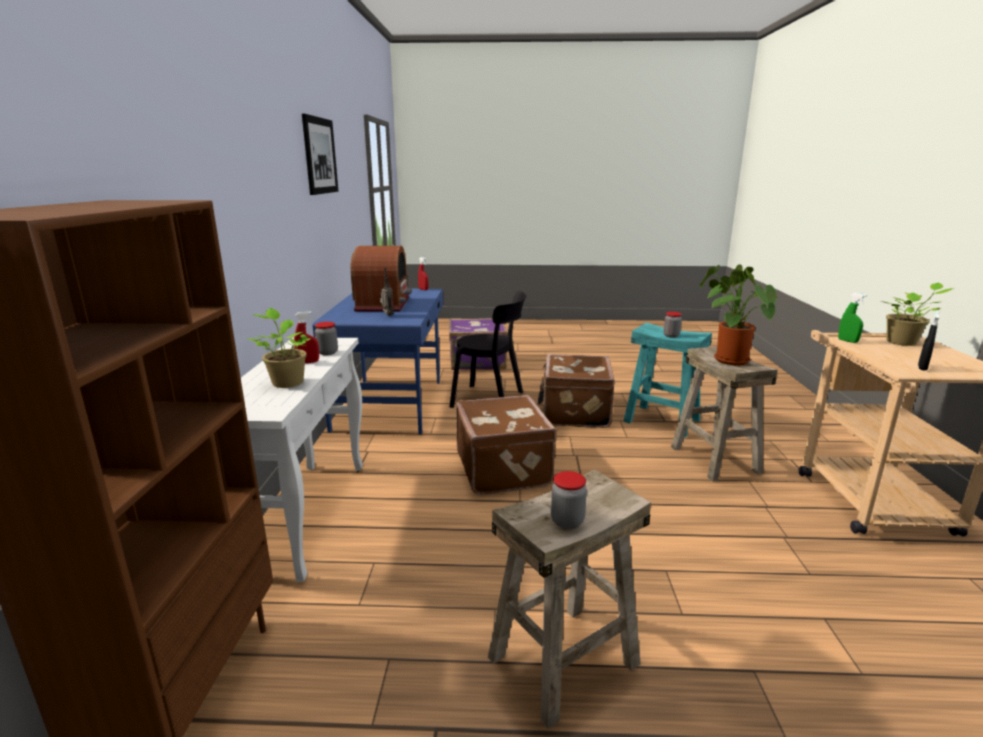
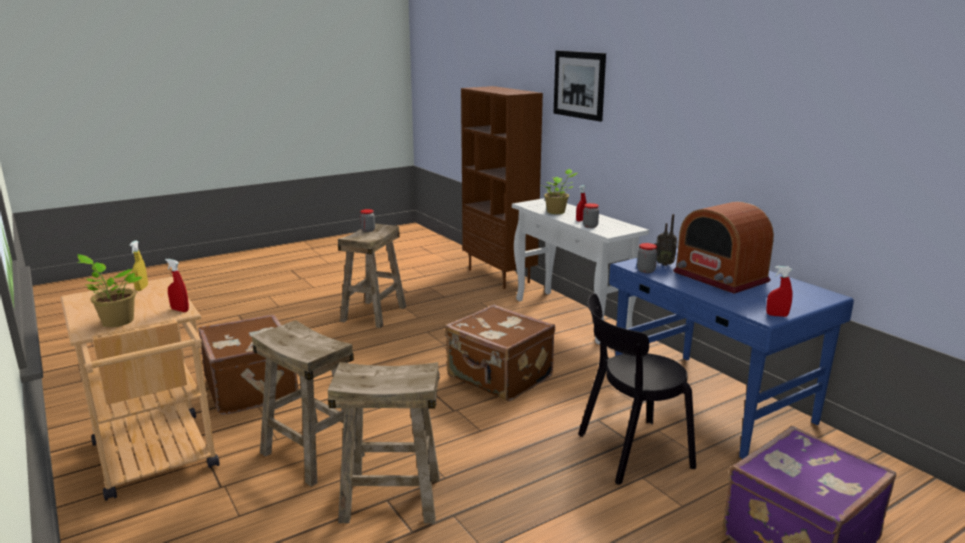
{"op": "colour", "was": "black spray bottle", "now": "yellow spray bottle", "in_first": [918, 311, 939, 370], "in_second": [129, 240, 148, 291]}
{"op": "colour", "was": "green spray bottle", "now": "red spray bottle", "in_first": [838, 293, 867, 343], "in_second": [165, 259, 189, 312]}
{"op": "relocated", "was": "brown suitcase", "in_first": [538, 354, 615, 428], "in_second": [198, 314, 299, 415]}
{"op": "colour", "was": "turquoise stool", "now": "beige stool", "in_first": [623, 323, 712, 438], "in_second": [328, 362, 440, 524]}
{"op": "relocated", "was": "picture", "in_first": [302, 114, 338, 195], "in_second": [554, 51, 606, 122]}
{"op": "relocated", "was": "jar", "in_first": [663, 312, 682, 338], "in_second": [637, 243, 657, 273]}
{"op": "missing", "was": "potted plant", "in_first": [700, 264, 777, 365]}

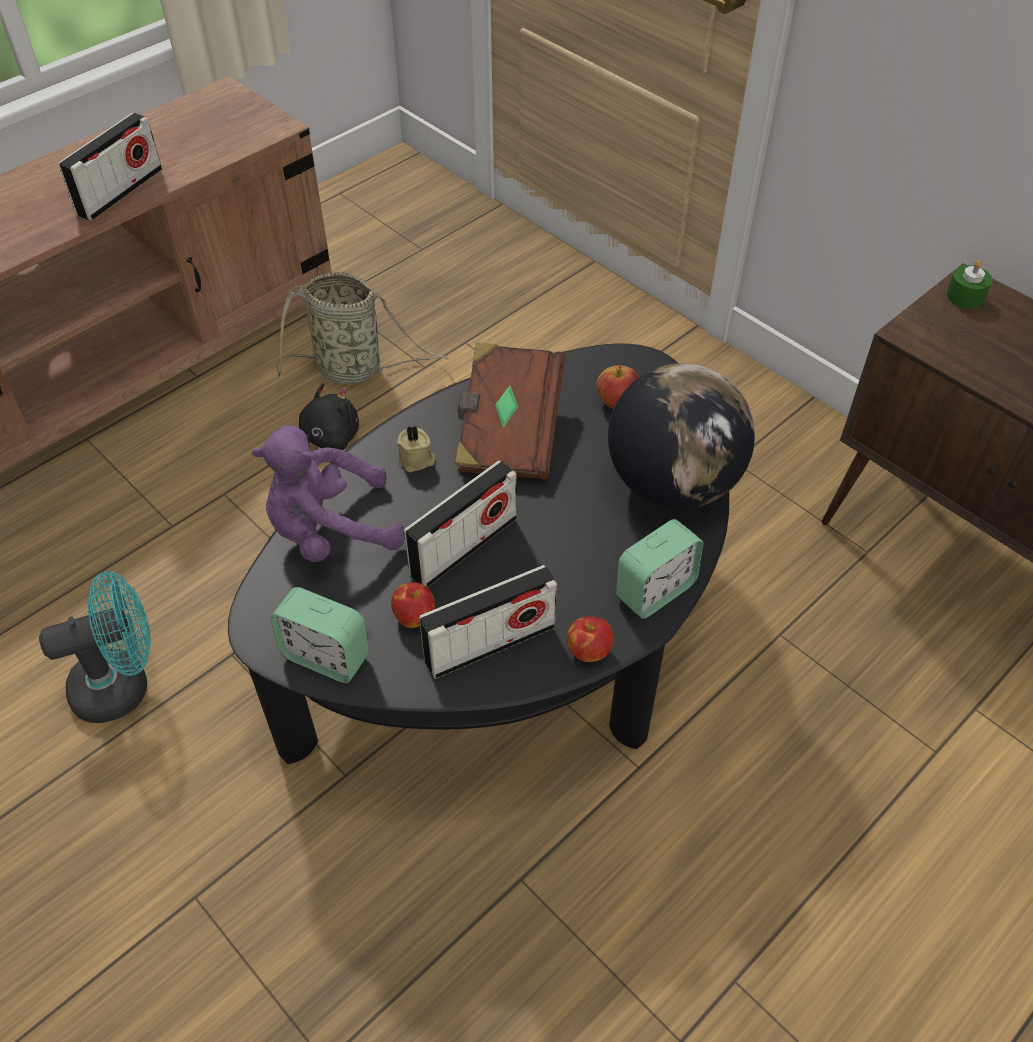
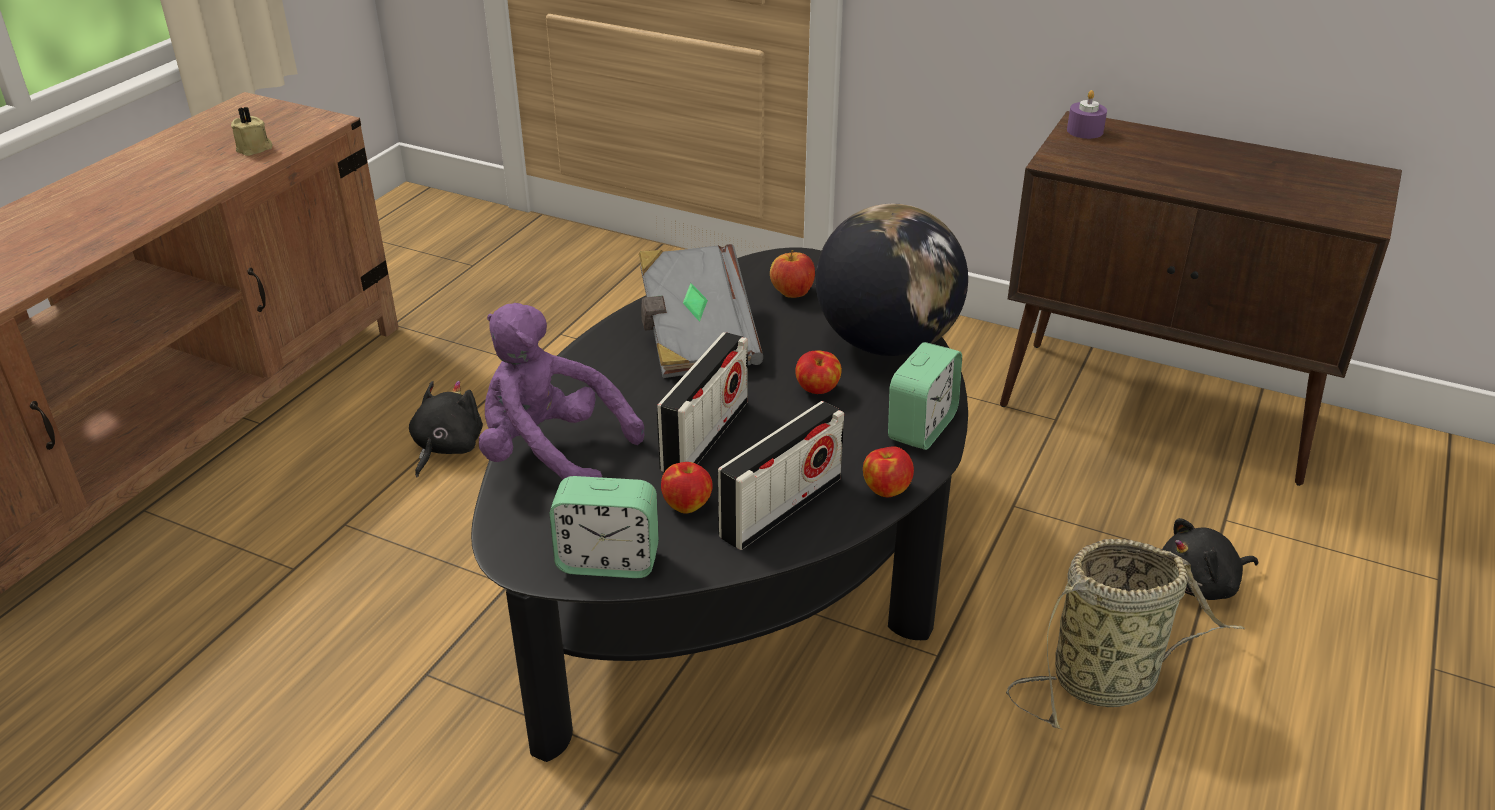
{"op": "relocated", "was": "beige candle", "in_first": [397, 425, 435, 472], "in_second": [231, 107, 273, 156]}
{"op": "spun", "was": "purple plush toy", "in_first": [252, 426, 405, 562], "in_second": [479, 303, 644, 480], "clockwise": 60}
{"op": "colour", "was": "brown book", "now": "grey book", "in_first": [454, 342, 565, 480], "in_second": [639, 244, 763, 378]}
{"op": "appeared", "now": "apple", "in_second": [795, 350, 842, 394]}
{"op": "relocated", "was": "basket", "in_first": [277, 272, 449, 384], "in_second": [1006, 539, 1245, 729]}
{"op": "colour", "was": "green candle", "now": "purple candle", "in_first": [946, 260, 993, 309], "in_second": [1067, 90, 1107, 139]}
{"op": "appeared", "now": "black plush toy", "in_second": [1162, 518, 1259, 600]}
{"op": "missing", "was": "turquoise fan", "in_first": [39, 571, 151, 723]}
{"op": "missing", "was": "radio", "in_first": [58, 113, 162, 221]}

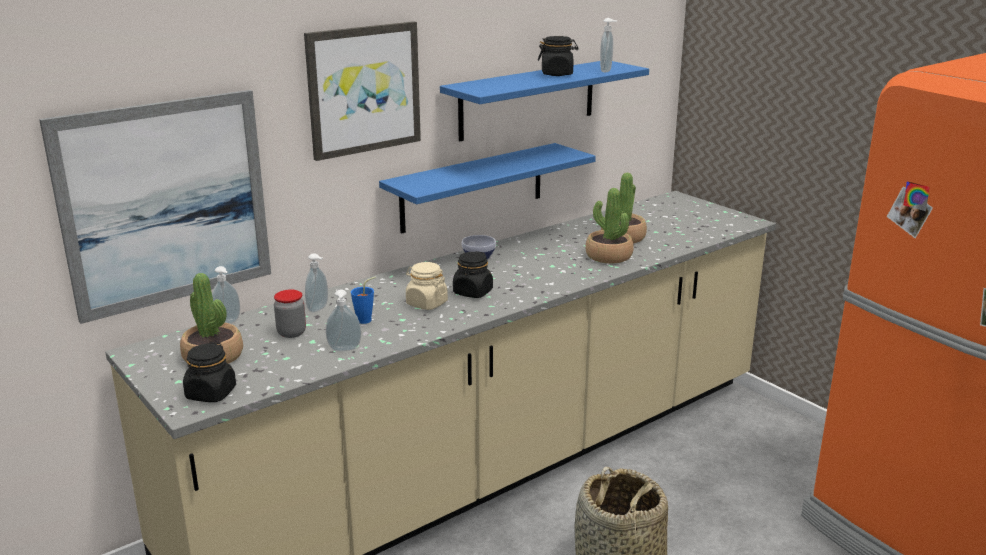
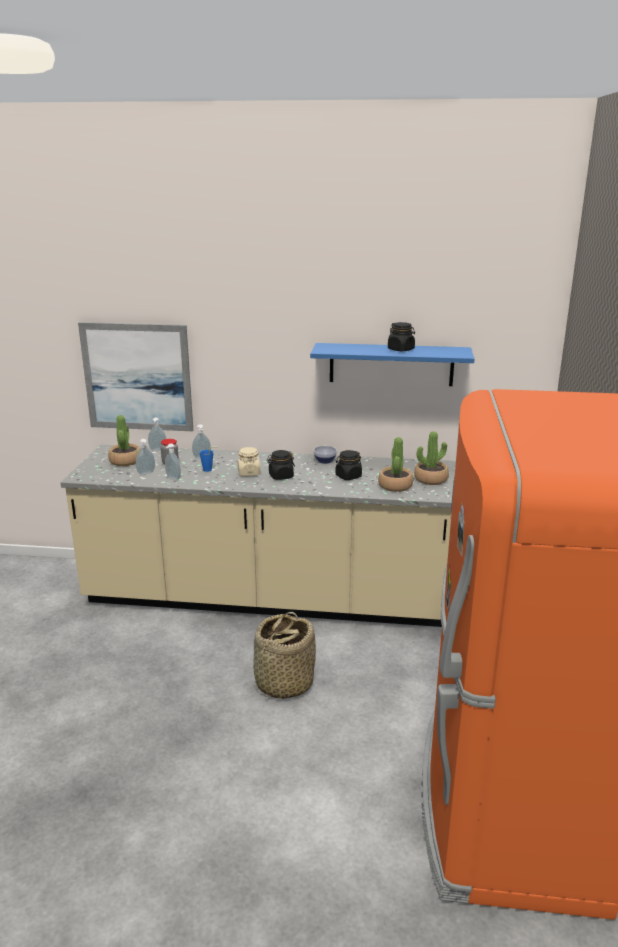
{"op": "relocated", "was": "soap dispenser", "in_first": [600, 18, 618, 72], "in_second": [136, 439, 155, 475]}
{"op": "relocated", "was": "black jar", "in_first": [183, 342, 236, 402], "in_second": [335, 450, 362, 480]}
{"op": "missing", "was": "picture", "in_first": [304, 21, 421, 161]}
{"op": "missing", "was": "blue shelf", "in_first": [379, 143, 596, 234]}

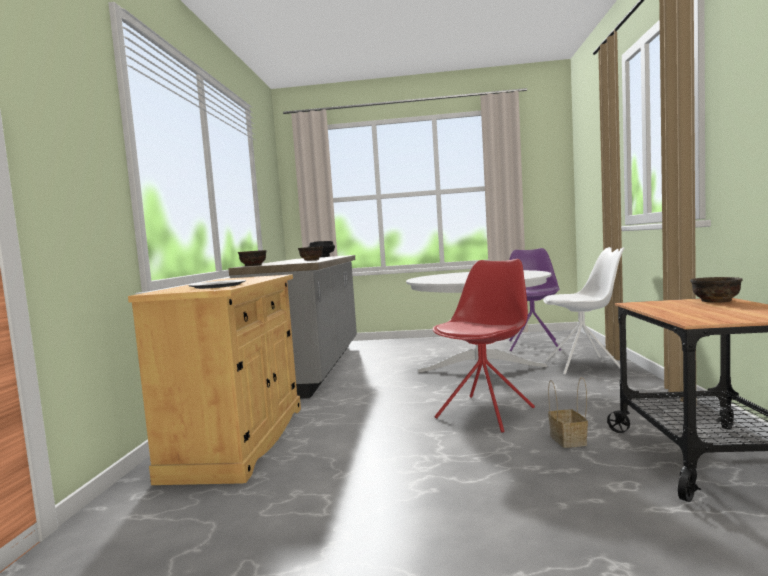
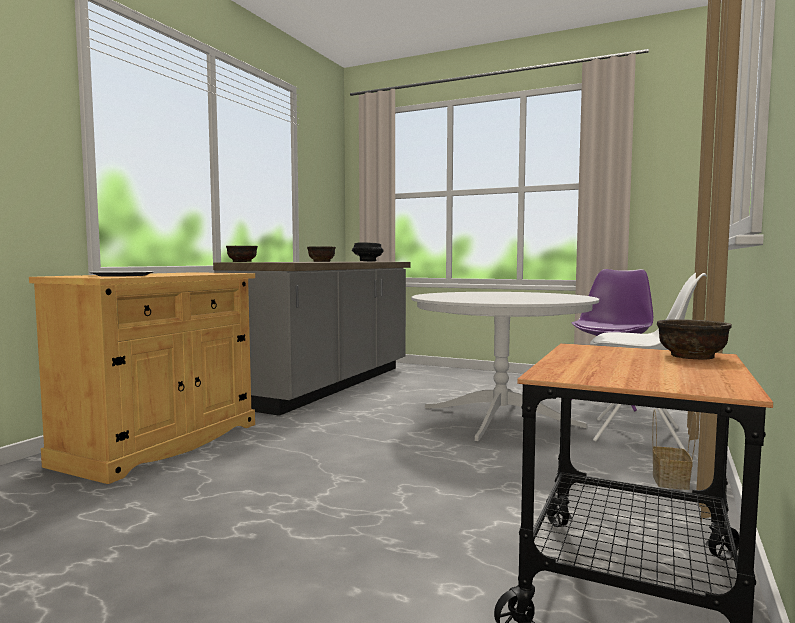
{"op": "relocated", "was": "basket", "in_first": [548, 377, 588, 448], "in_second": [652, 409, 697, 490]}
{"op": "missing", "was": "red chair", "in_first": [433, 259, 535, 433]}

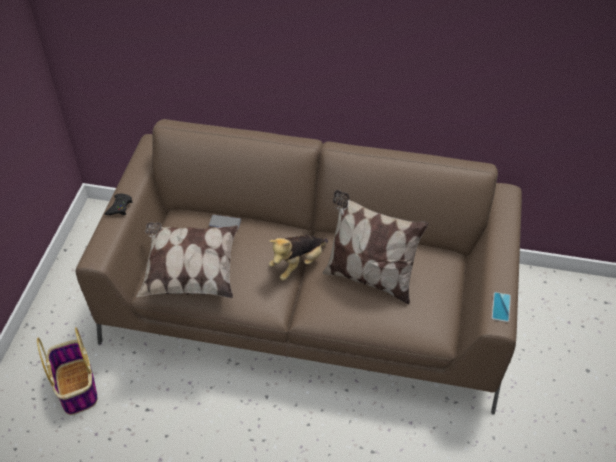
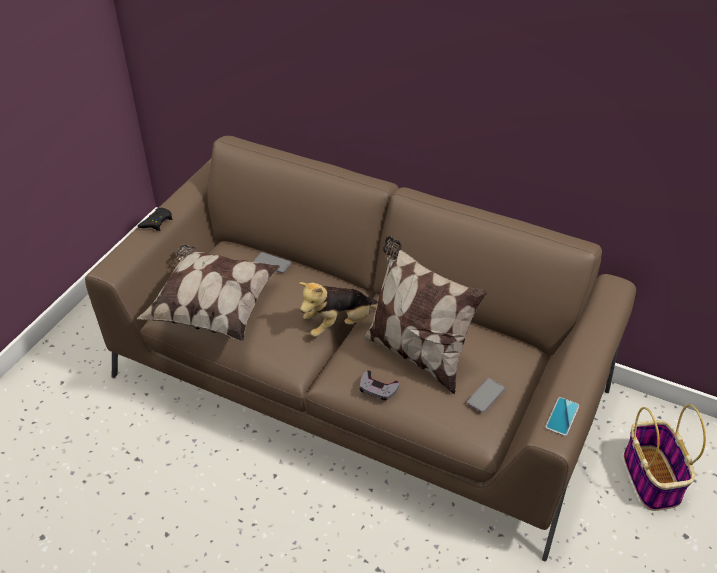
{"op": "appeared", "now": "grey game controller", "in_second": [359, 370, 399, 401]}
{"op": "appeared", "now": "phone", "in_second": [467, 378, 505, 412]}
{"op": "relocated", "was": "basket", "in_first": [37, 327, 98, 415], "in_second": [624, 404, 706, 511]}

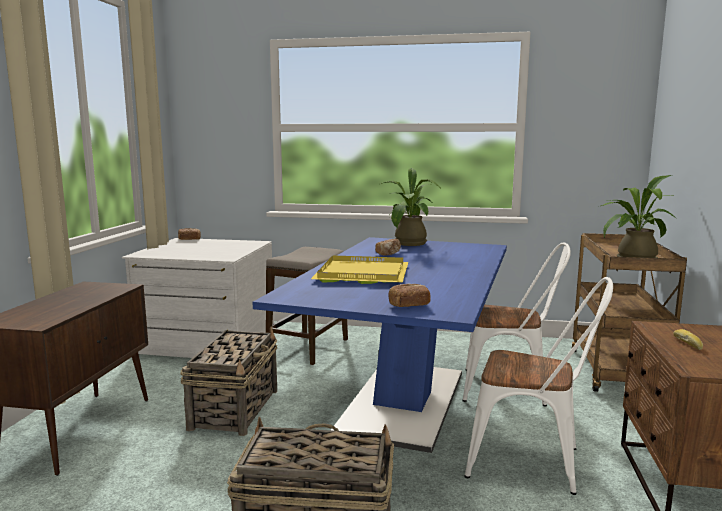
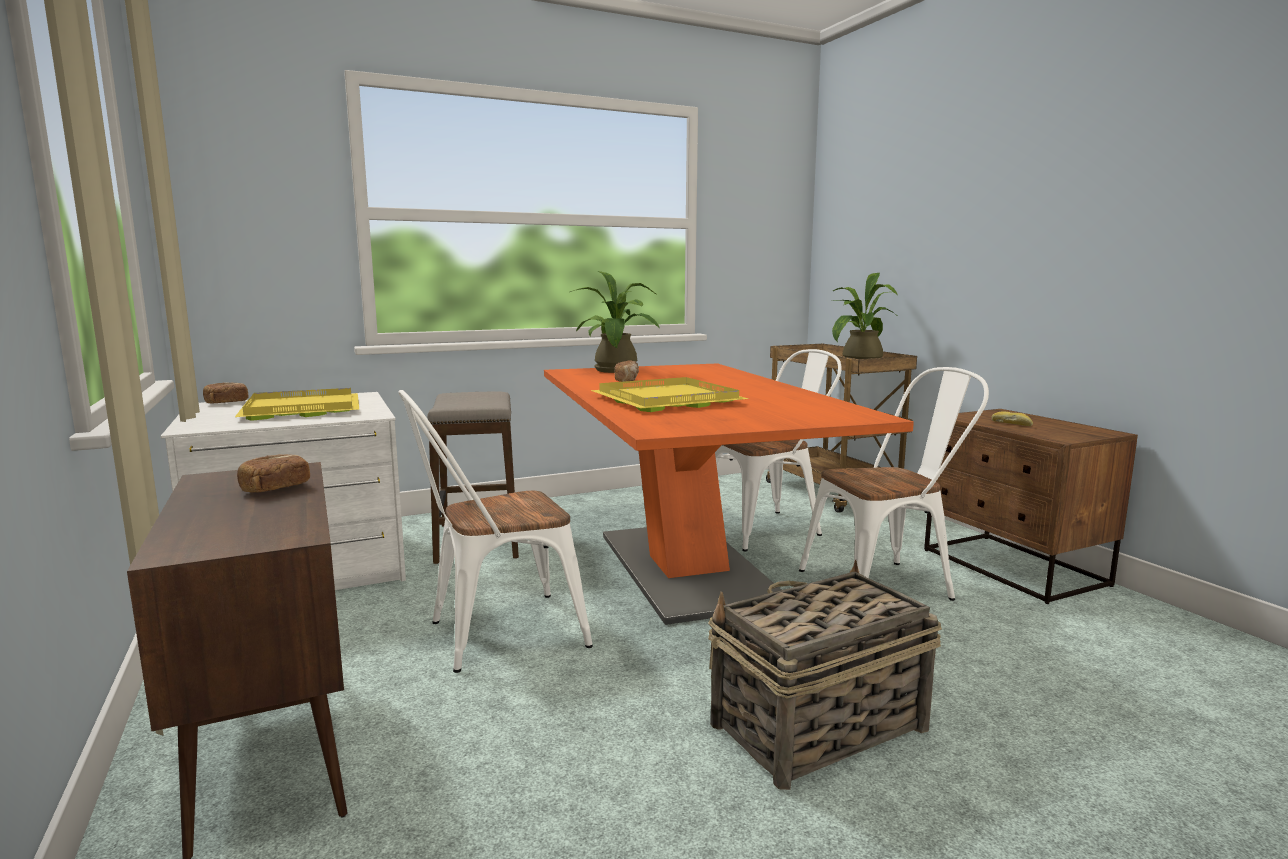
{"op": "appeared", "now": "yellow tray", "in_second": [235, 388, 359, 421]}
{"op": "relocated", "was": "bread", "in_first": [389, 284, 430, 307], "in_second": [237, 454, 310, 492]}
{"op": "exchanged", "was": "basket", "now": "white chair", "in_first": [180, 326, 277, 436], "in_second": [398, 390, 593, 673]}
{"op": "colour", "was": "blue dining table", "now": "orange dining table", "in_first": [253, 237, 507, 453], "in_second": [544, 363, 914, 625]}

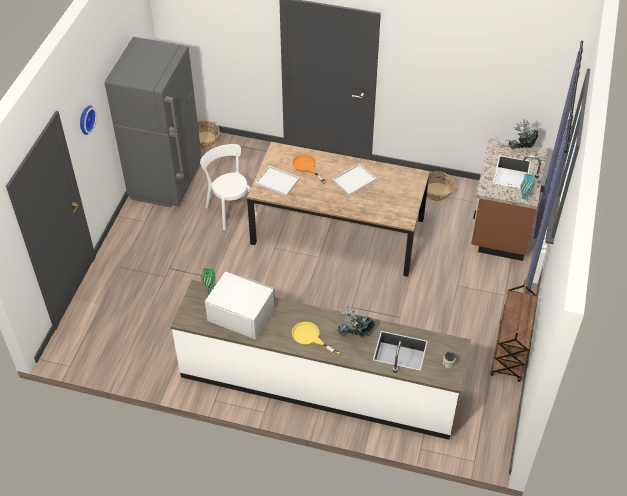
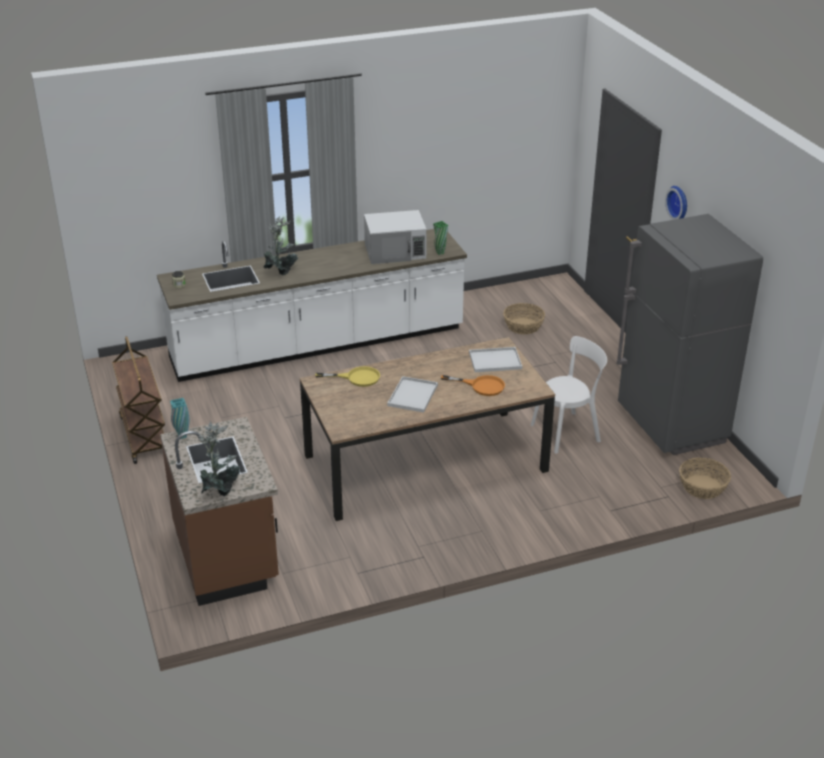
{"op": "relocated", "was": "yellow frying pan", "in_first": [292, 322, 340, 356], "in_second": [315, 366, 380, 387]}
{"op": "relocated", "was": "basket", "in_first": [427, 171, 455, 201], "in_second": [503, 303, 545, 335]}
{"op": "spun", "was": "white chair", "in_first": [200, 144, 257, 230], "in_second": [531, 336, 607, 454], "clockwise": -45}

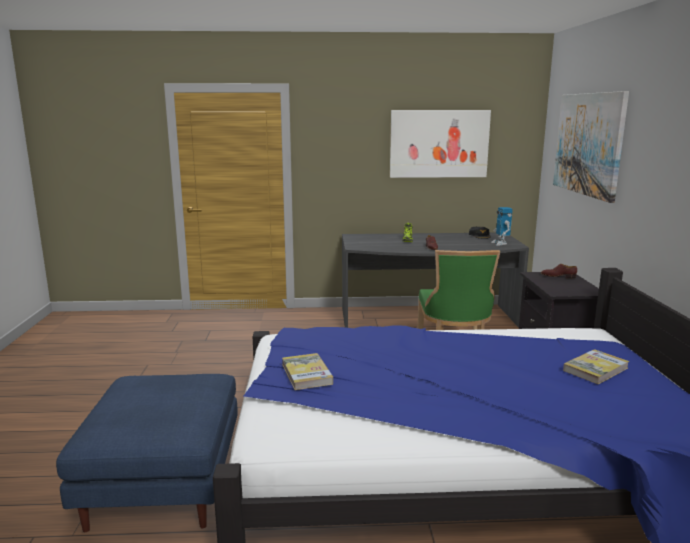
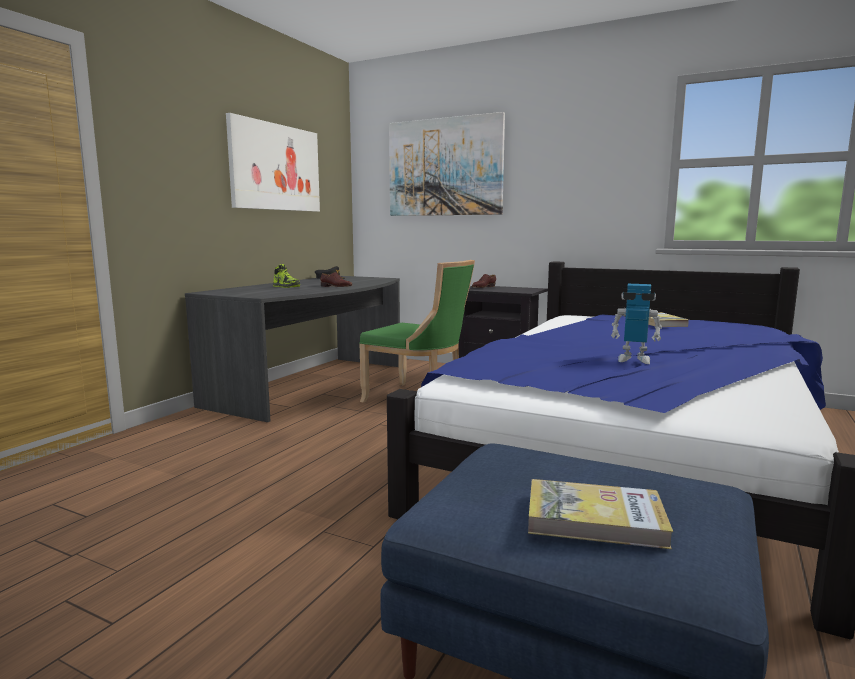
{"op": "relocated", "was": "book", "in_first": [282, 353, 333, 390], "in_second": [528, 479, 673, 549]}
{"op": "relocated", "was": "toy robot", "in_first": [491, 207, 513, 246], "in_second": [611, 284, 662, 364]}

